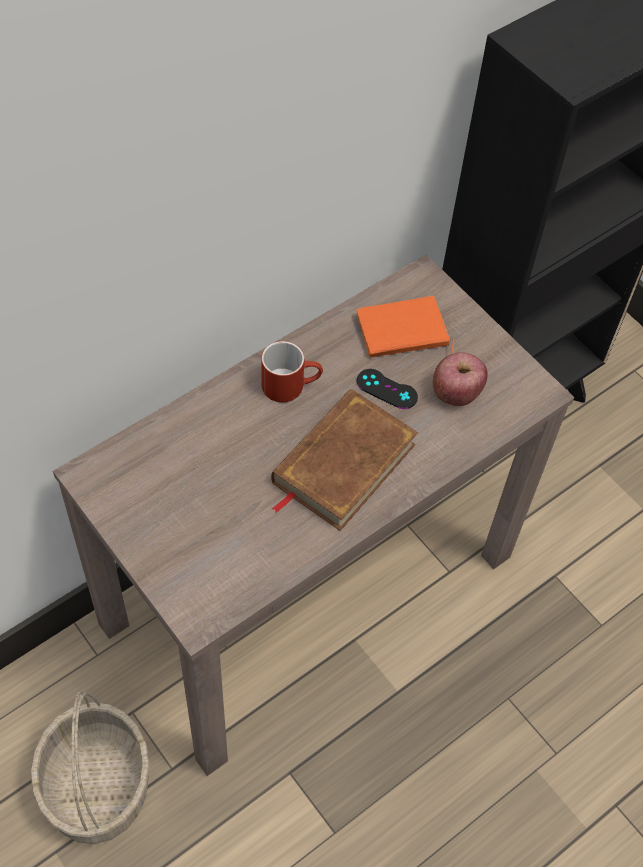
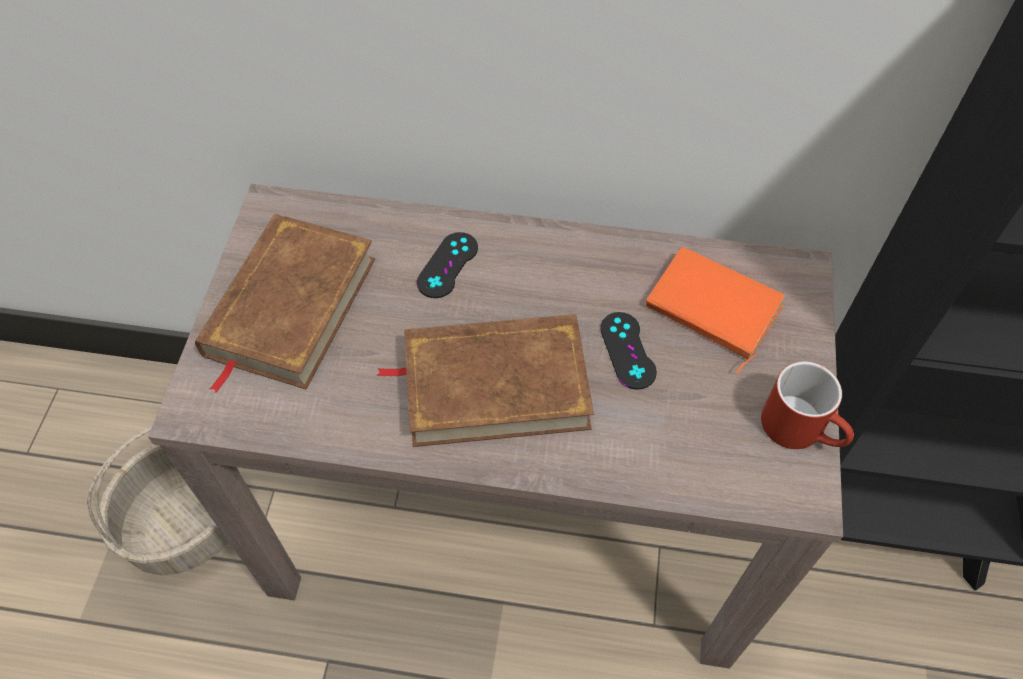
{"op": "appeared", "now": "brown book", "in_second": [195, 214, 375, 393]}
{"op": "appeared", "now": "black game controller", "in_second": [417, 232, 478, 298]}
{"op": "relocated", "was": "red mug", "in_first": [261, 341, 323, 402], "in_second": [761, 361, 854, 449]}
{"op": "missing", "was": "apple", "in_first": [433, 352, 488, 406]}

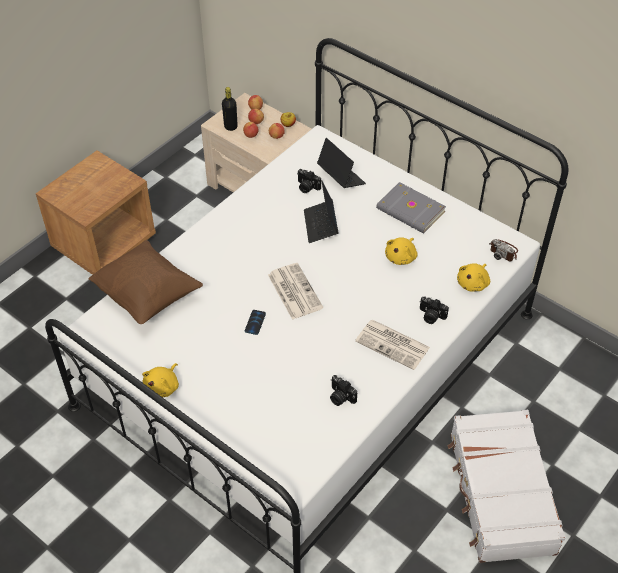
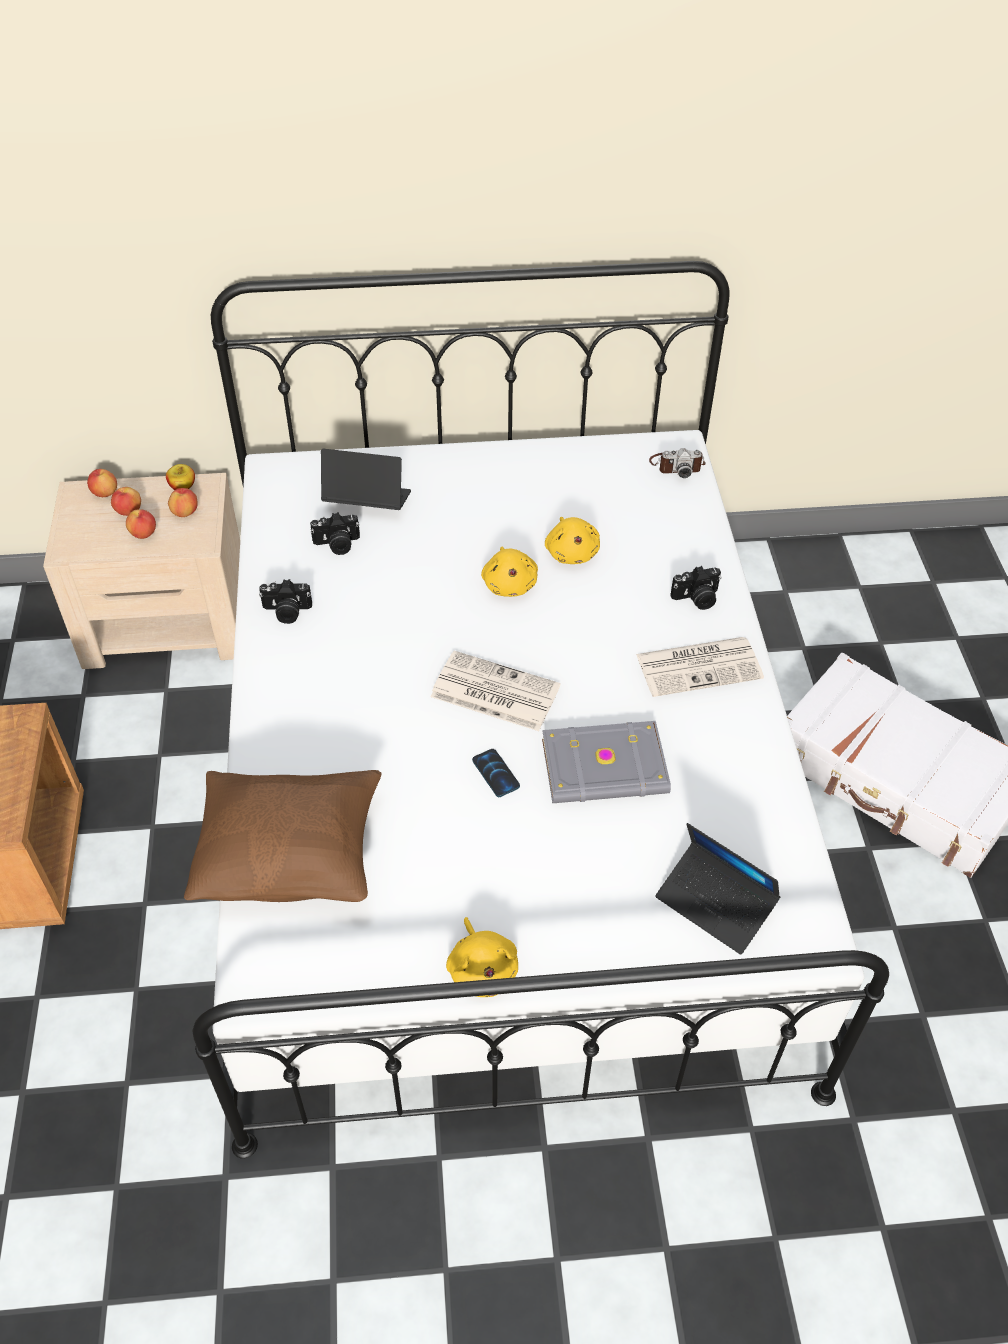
{"op": "relocated", "was": "photo camera", "in_first": [330, 375, 357, 406], "in_second": [259, 579, 312, 624]}
{"op": "relocated", "was": "yellow plush toy", "in_first": [457, 263, 490, 292], "in_second": [481, 547, 538, 597]}
{"op": "relocated", "was": "grey book", "in_first": [376, 182, 446, 234], "in_second": [542, 721, 671, 803]}
{"op": "relocated", "was": "laptop", "in_first": [304, 180, 338, 243], "in_second": [655, 823, 780, 955]}
{"op": "missing", "was": "black bottle", "in_first": [222, 87, 238, 131]}

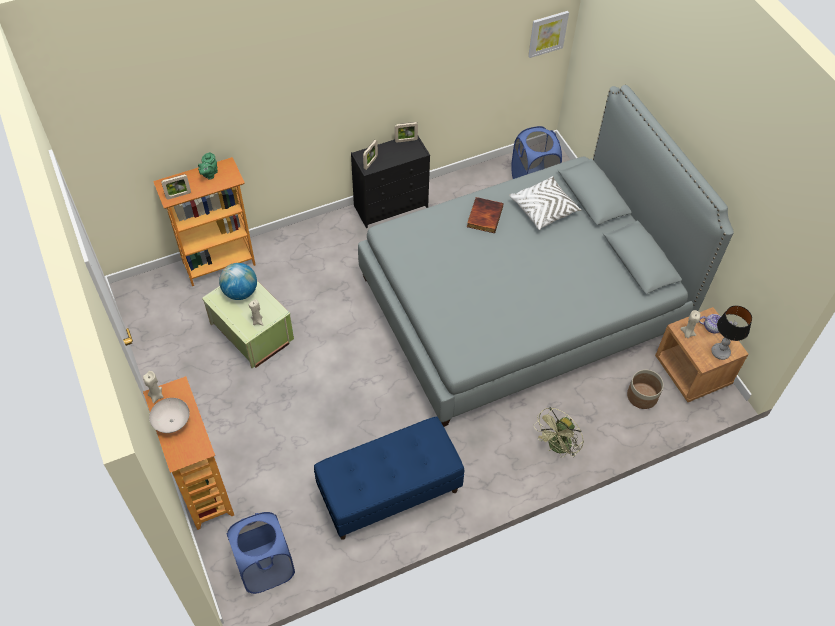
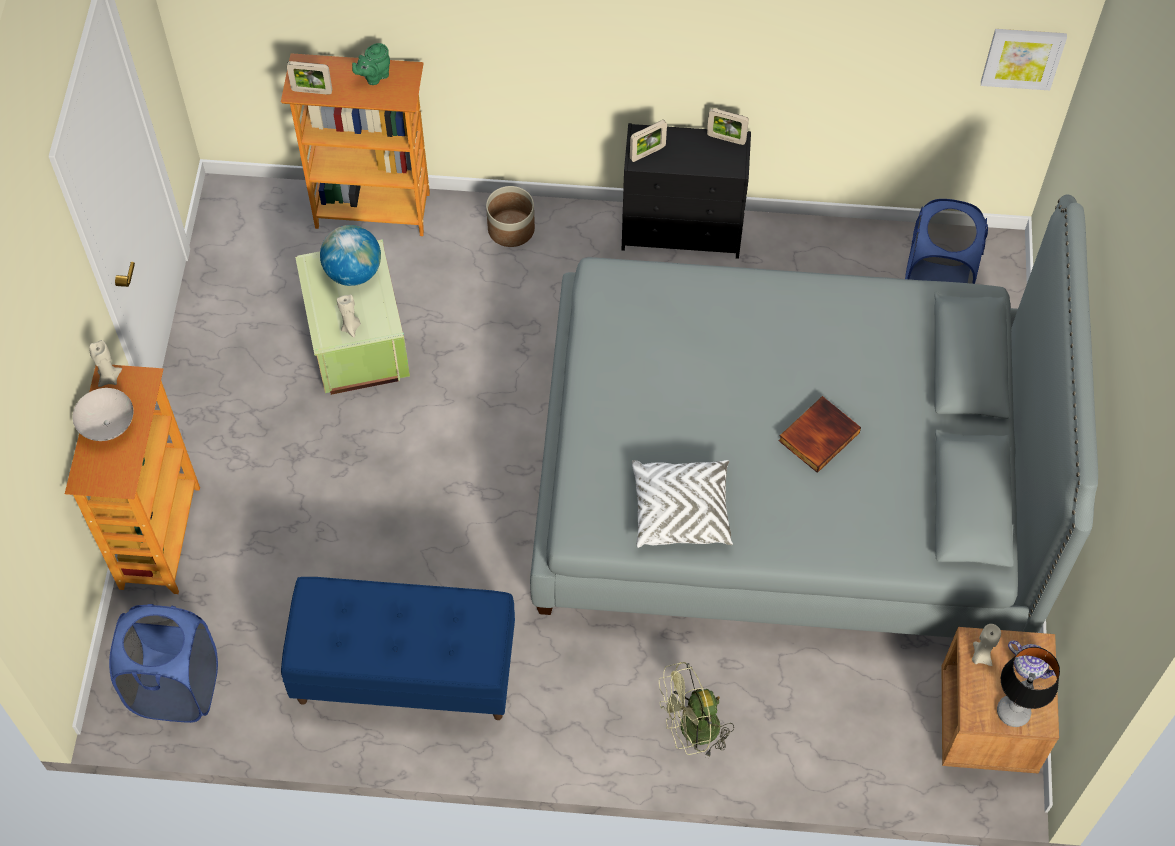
{"op": "relocated", "was": "planter", "in_first": [627, 370, 664, 409], "in_second": [486, 186, 535, 247]}
{"op": "relocated", "was": "white pillow", "in_first": [509, 176, 582, 230], "in_second": [632, 460, 733, 548]}
{"op": "relocated", "was": "book", "in_first": [467, 197, 503, 233], "in_second": [778, 396, 861, 472]}

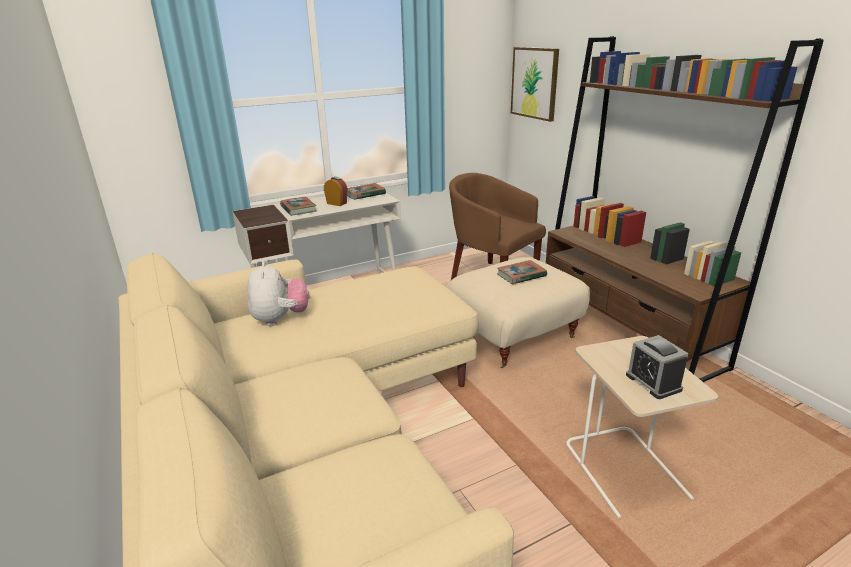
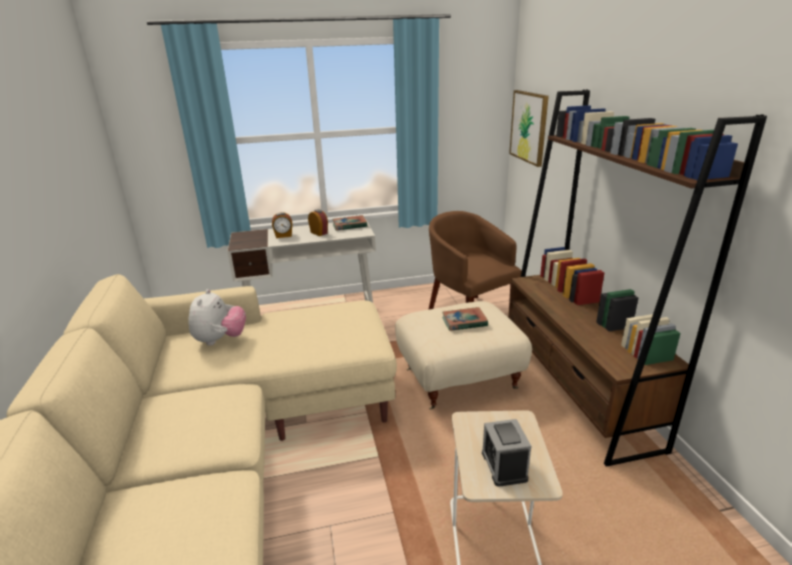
{"op": "exchanged", "was": "book", "now": "alarm clock", "in_first": [280, 197, 316, 216], "in_second": [272, 212, 292, 238]}

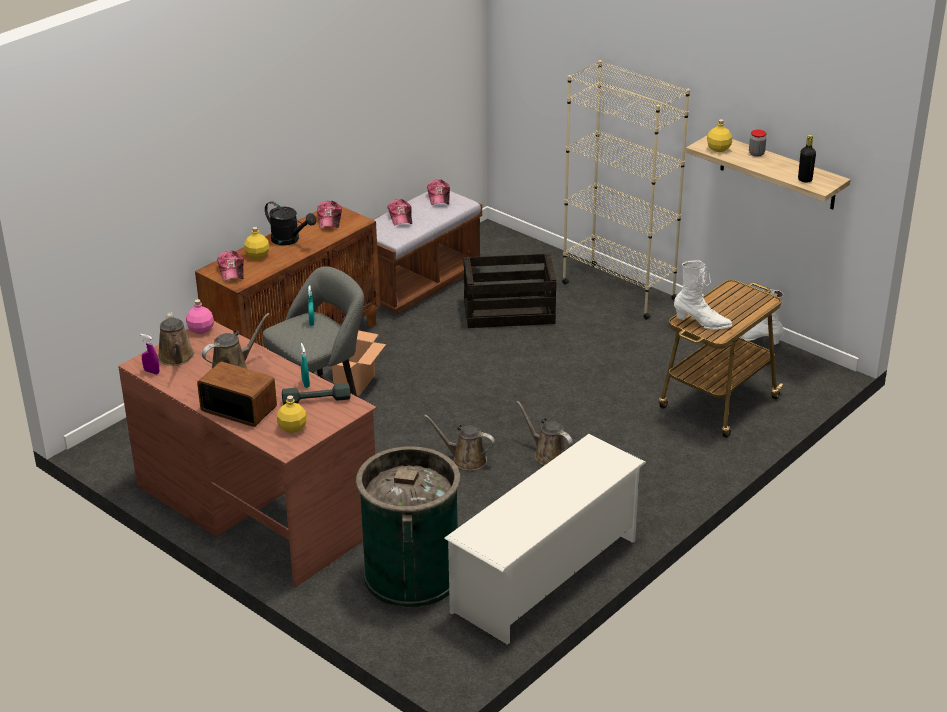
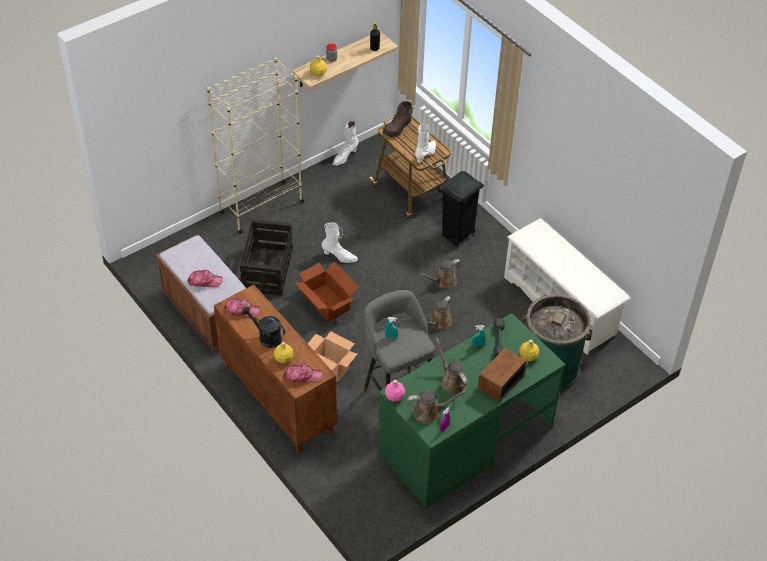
{"op": "spun", "was": "black watering can", "in_first": [265, 201, 316, 246], "in_second": [242, 307, 285, 348], "clockwise": -105}
{"op": "appeared", "now": "cardboard box", "in_second": [294, 261, 359, 322]}
{"op": "appeared", "now": "white boot", "in_second": [322, 223, 358, 263]}
{"op": "colour", "was": "brown desk", "now": "green desk", "in_first": [118, 321, 376, 588], "in_second": [378, 313, 565, 508]}
{"op": "appeared", "now": "brown boot", "in_second": [383, 101, 413, 137]}
{"op": "appeared", "now": "black trash can", "in_second": [438, 171, 484, 246]}
{"op": "missing", "was": "cap", "in_first": [427, 179, 450, 205]}

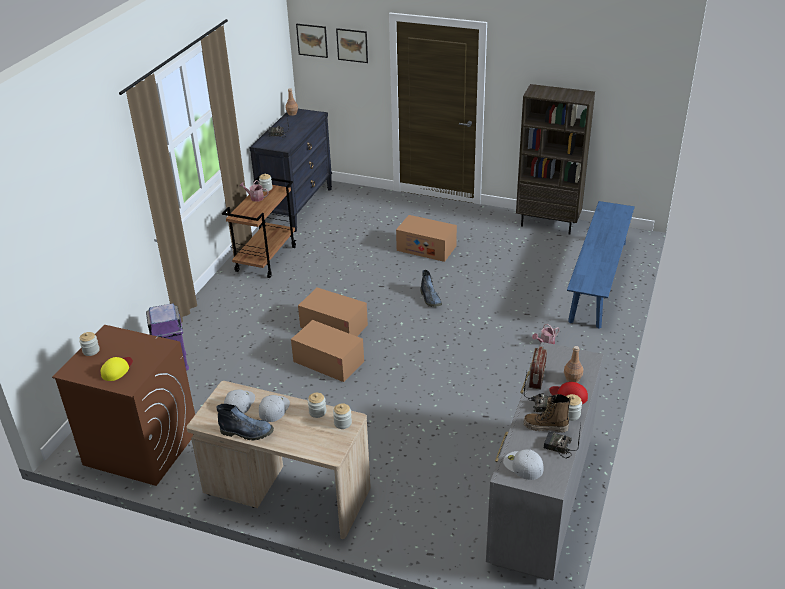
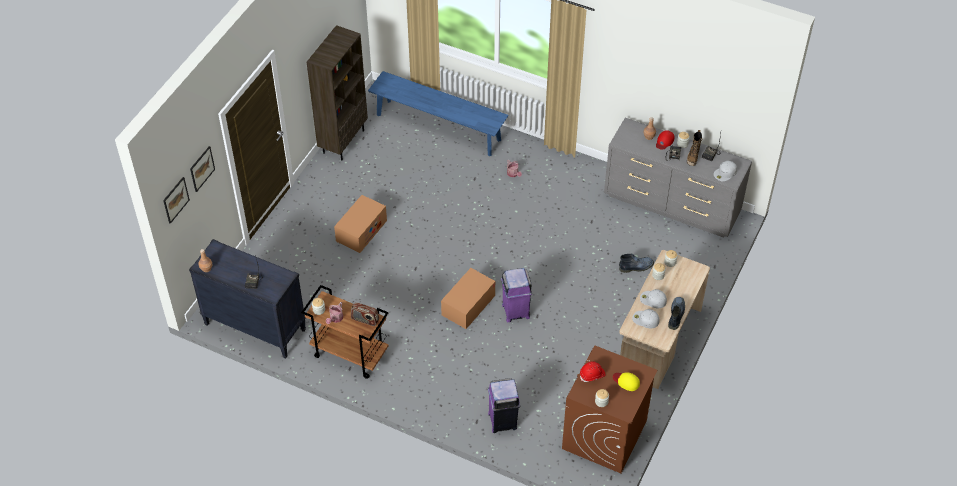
{"op": "relocated", "was": "radio", "in_first": [529, 346, 547, 389], "in_second": [351, 302, 379, 326]}
{"op": "exchanged", "was": "cardboard box", "now": "purple trash can", "in_first": [291, 320, 364, 382], "in_second": [501, 268, 532, 322]}
{"op": "appeared", "now": "red hard hat", "in_second": [580, 361, 606, 382]}
{"op": "relocated", "was": "boot", "in_first": [421, 270, 442, 307], "in_second": [619, 254, 654, 273]}

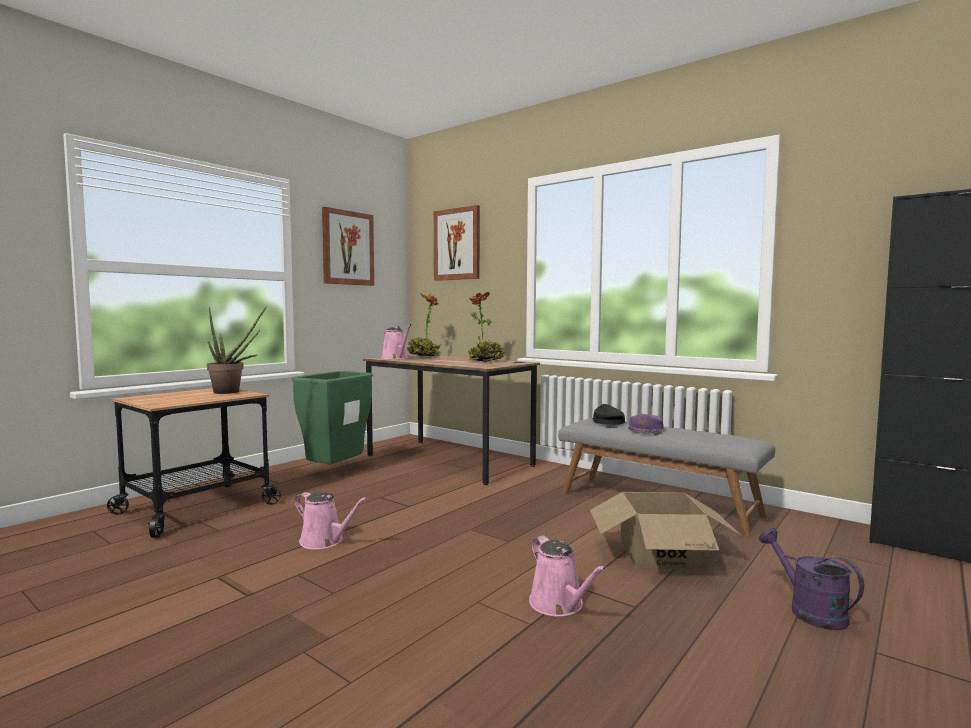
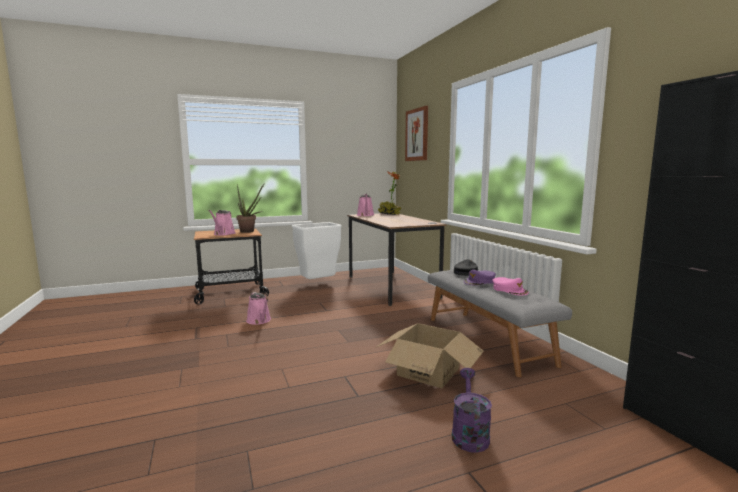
{"op": "relocated", "was": "pink watering can", "in_first": [529, 536, 606, 617], "in_second": [208, 210, 235, 236]}
{"op": "colour", "was": "green trash can", "now": "white trash can", "in_first": [292, 371, 373, 465], "in_second": [292, 222, 342, 279]}
{"op": "appeared", "now": "pink cap", "in_second": [493, 277, 529, 296]}
{"op": "missing", "was": "picture", "in_first": [322, 207, 374, 286]}
{"op": "missing", "was": "potted plant", "in_first": [467, 291, 505, 362]}

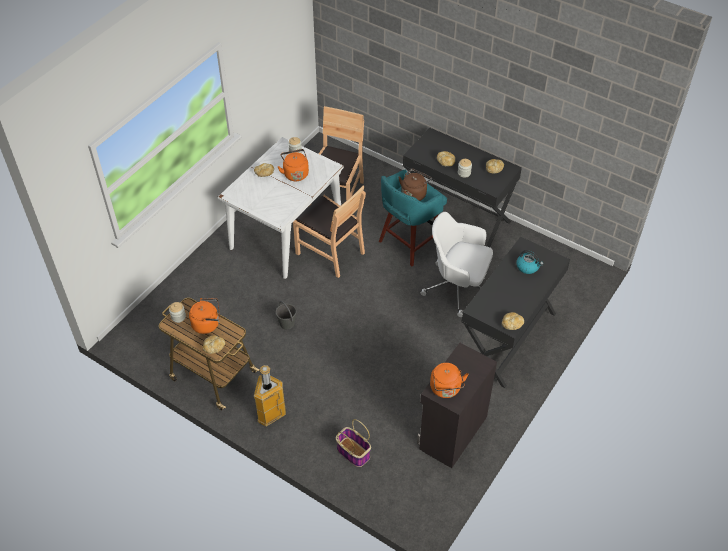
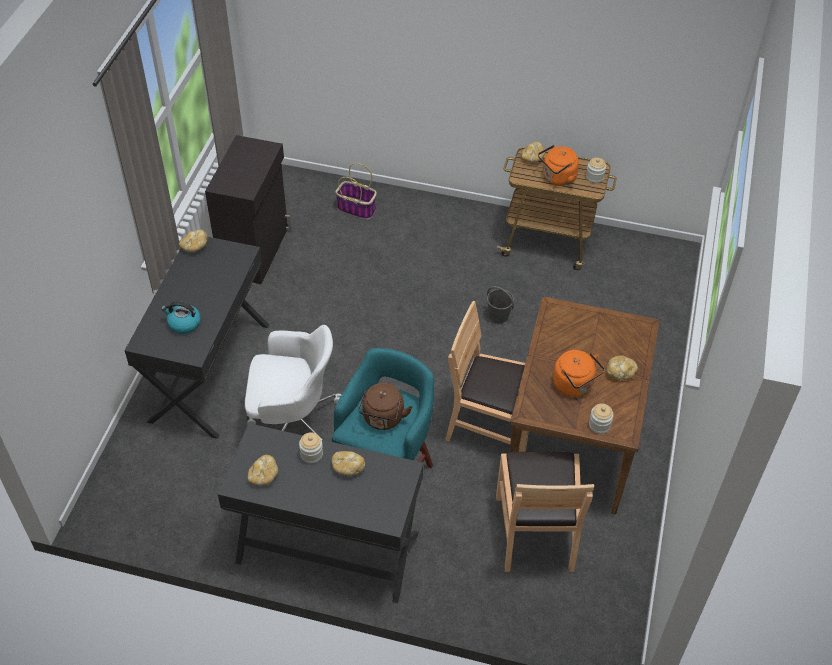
{"op": "colour", "was": "white dining table", "now": "brown dining table", "in_first": [218, 137, 344, 279], "in_second": [509, 296, 660, 515]}
{"op": "missing", "was": "trash can", "in_first": [254, 365, 286, 426]}
{"op": "missing", "was": "orange kettle", "in_first": [430, 363, 469, 398]}

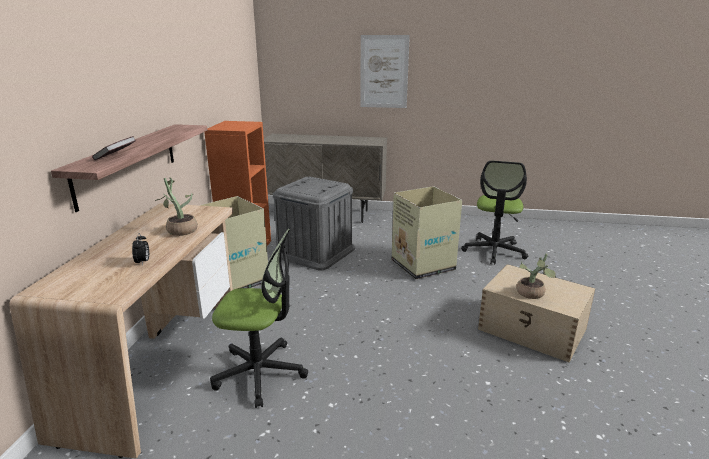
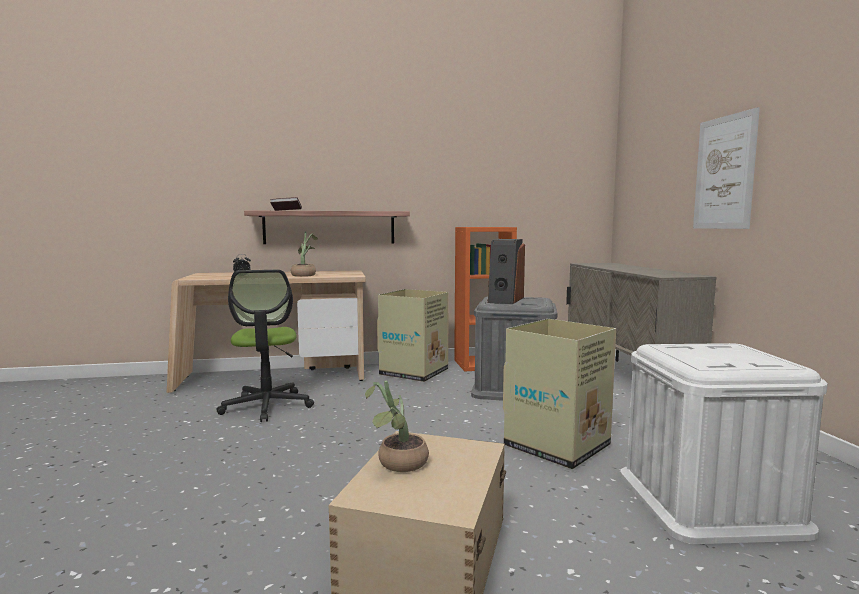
{"op": "appeared", "now": "speaker", "in_second": [488, 239, 525, 304]}
{"op": "exchanged", "was": "office chair", "now": "white storage box", "in_first": [461, 161, 528, 264], "in_second": [620, 343, 828, 544]}

